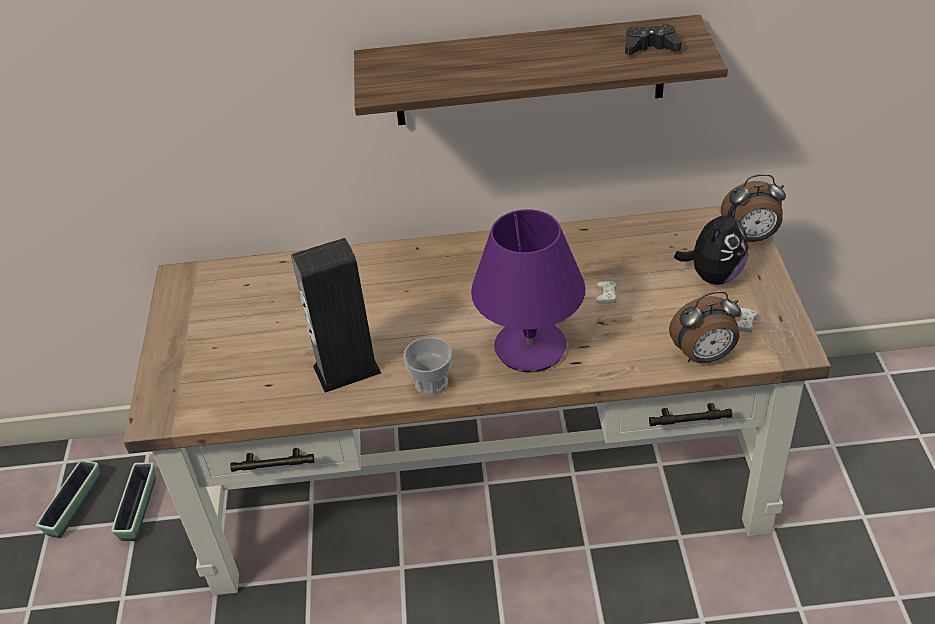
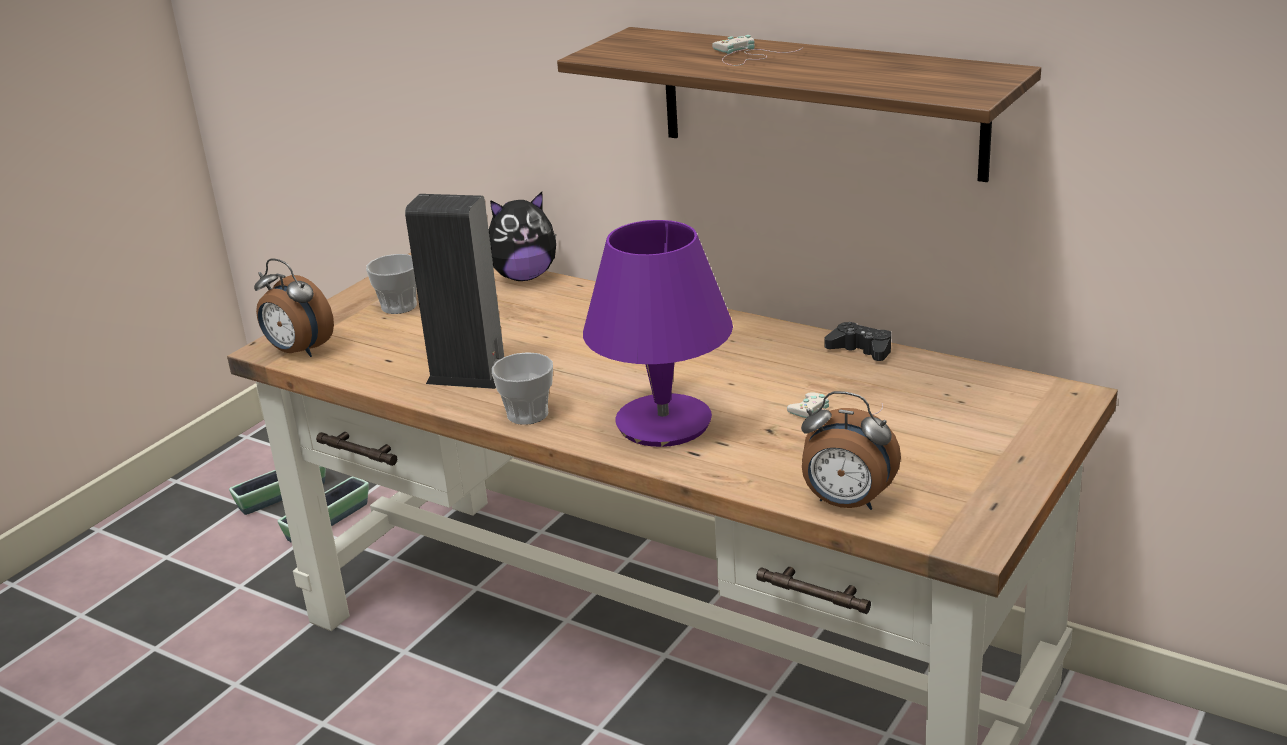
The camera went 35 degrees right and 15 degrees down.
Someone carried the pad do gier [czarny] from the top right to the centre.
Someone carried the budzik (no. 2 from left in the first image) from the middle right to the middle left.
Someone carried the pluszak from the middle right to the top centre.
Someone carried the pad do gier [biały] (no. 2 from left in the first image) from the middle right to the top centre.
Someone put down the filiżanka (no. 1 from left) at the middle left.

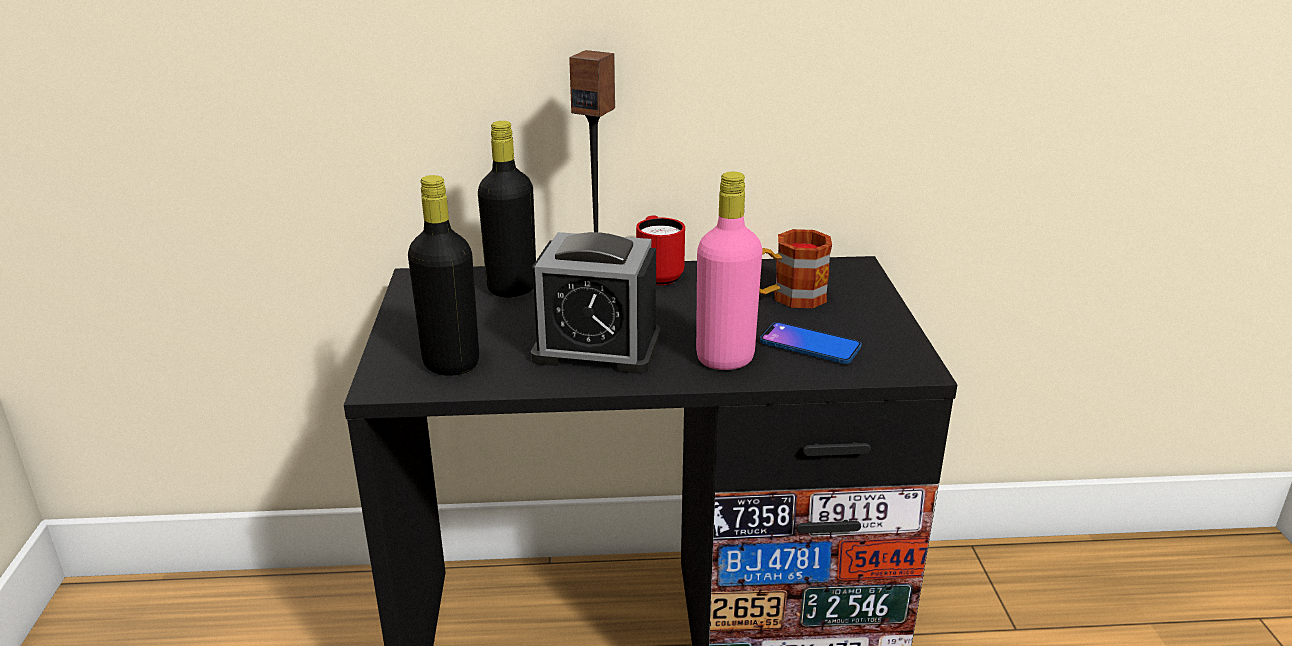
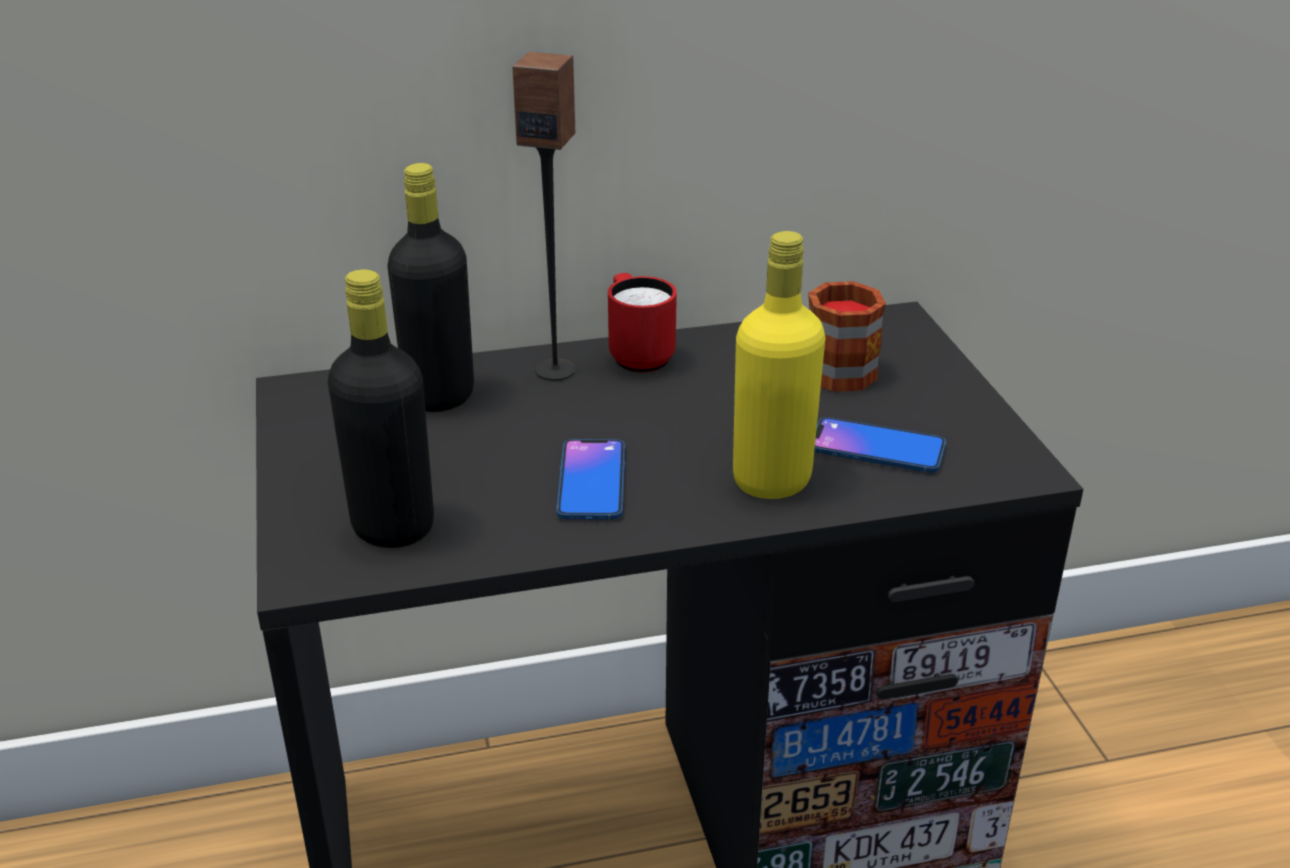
The camera went 10 degrees left and 5 degrees up.
Someone repainted the butelka [różowy] at the centre, which became the butelka [żółty] at the centre.
Someone swapped the budzik at the centre for the telefon (no. 1 from left) at the centre.

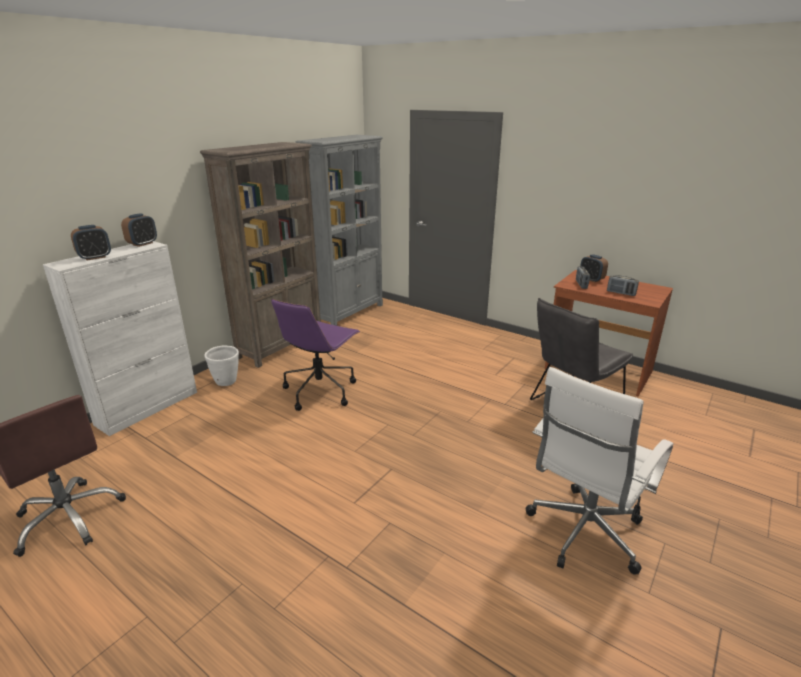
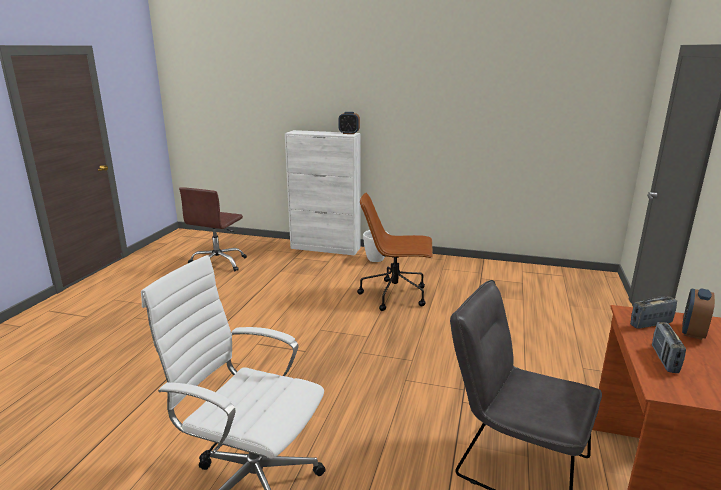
The camera went 70 degrees right and 5 degrees down.
Someone took away the regał [szary] at the centre.
Someone took away the regał [brązowy] at the middle left.
Someone took away the budzik (no. 1 from left) at the middle left.
Someone repainted the krzesło biurowe [fioletowy] at the centre, which became the krzesło biurowe [brązowy] (no. 2 from left) at the centre.

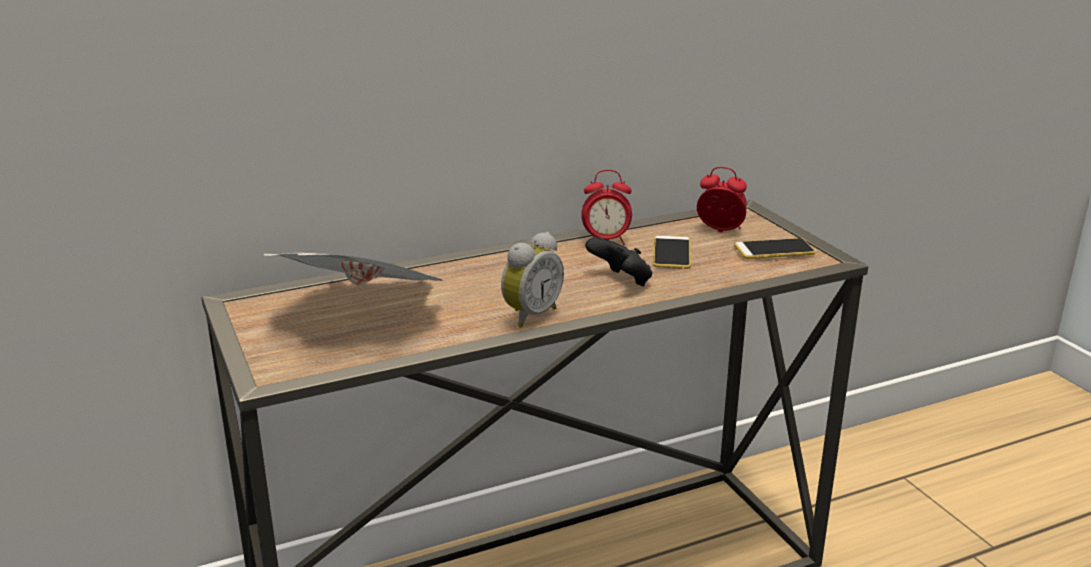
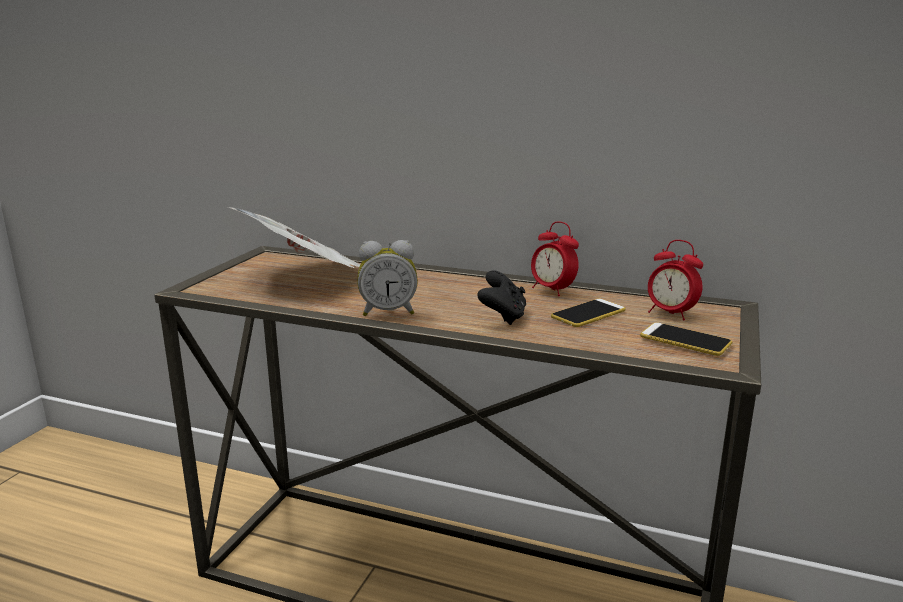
The camera went 45 degrees right and 5 degrees down.
Someone rotated the budzik (no. 3 from left) at the centre by 150 degrees clockwise.

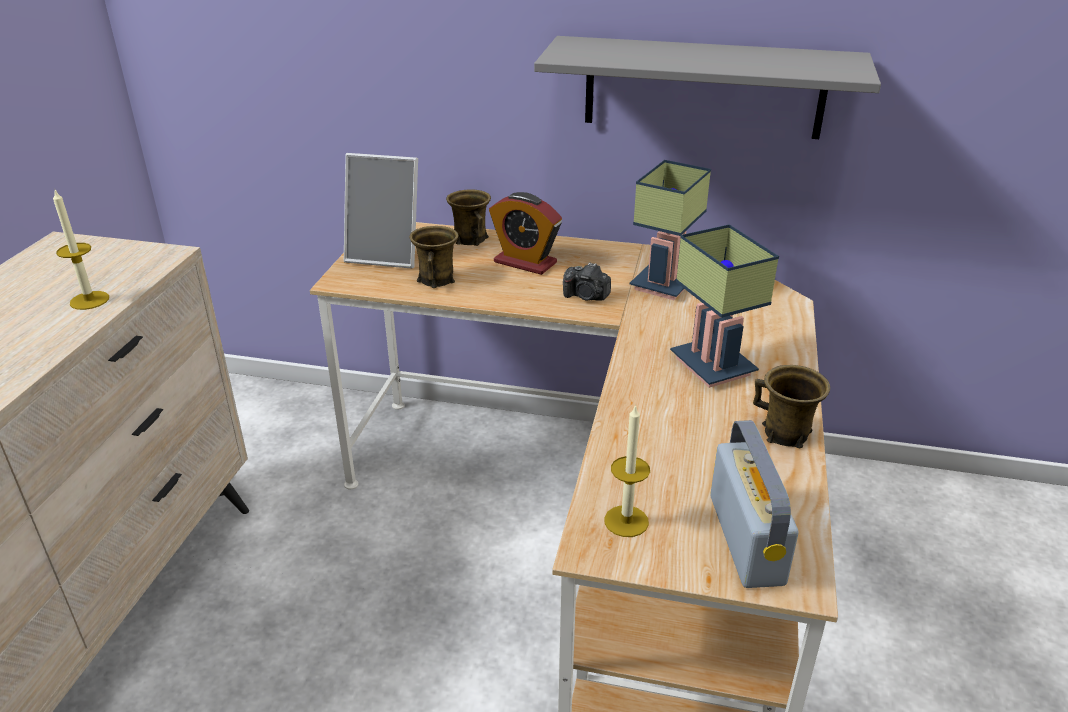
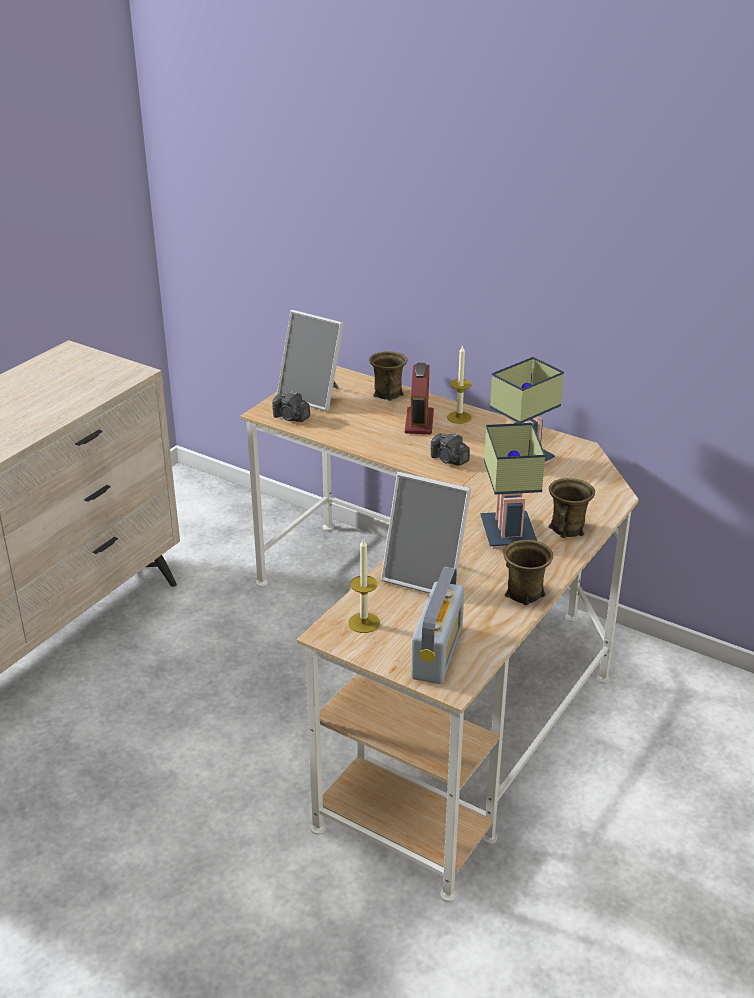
The camera went 20 degrees right and 0 degrees up.
Someone took away the półka [szary] at the top centre.
Someone carried the świeca (no. 1 from left in the first image) from the middle left to the centre.
Someone rotated the budzik at the top centre by 135 degrees counterclockwise.
Someone carried the kubek [brązowy] (no. 1 from left in the first image) from the centre to the middle right.
Someone put down the aparat fotograficzny (no. 1 from left) at the centre.
Someone put down the ramka na zdjęcie (no. 2 from left) at the centre.

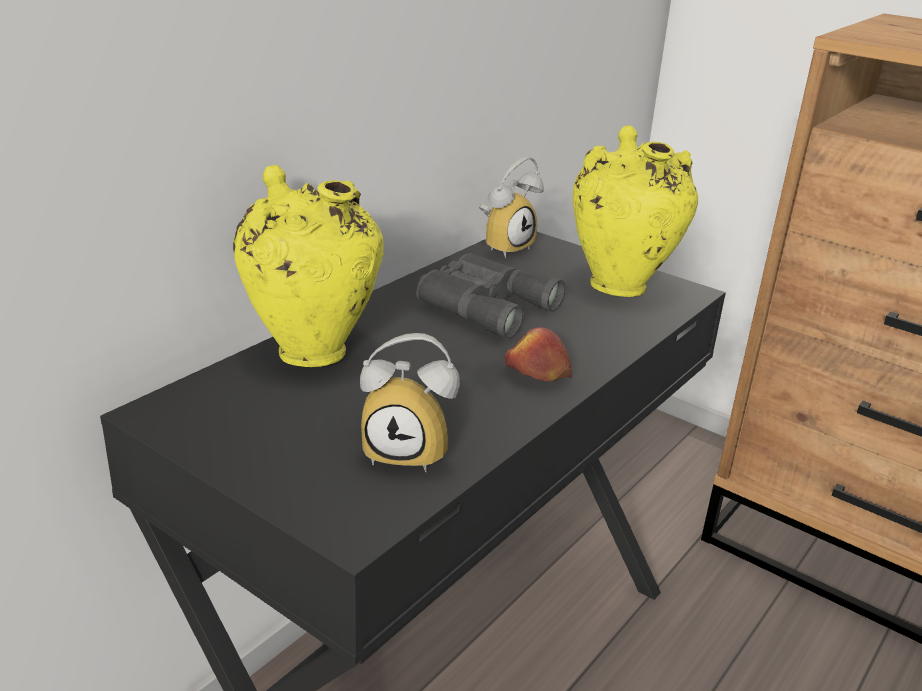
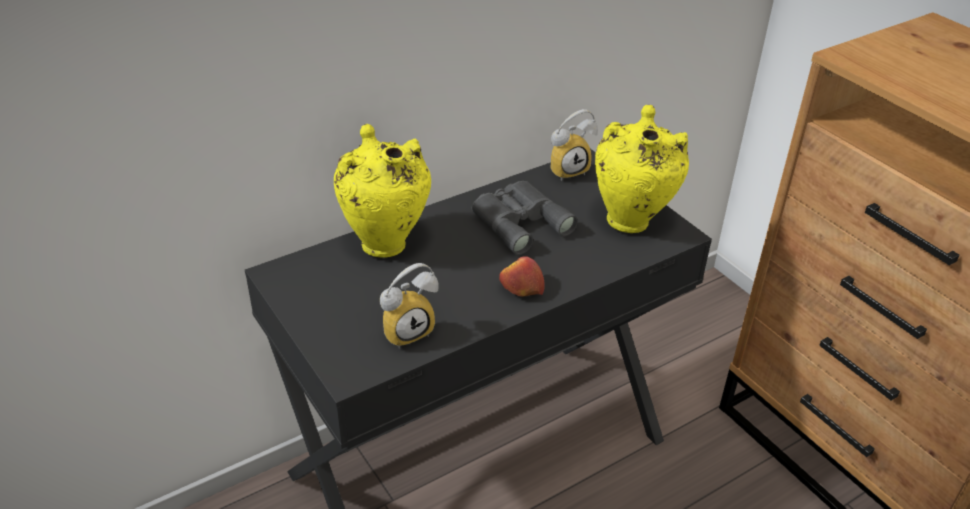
The camera went 20 degrees right and 10 degrees up.
Someone rotated the budzik (no. 1 from left) at the centre by 60 degrees counterclockwise.

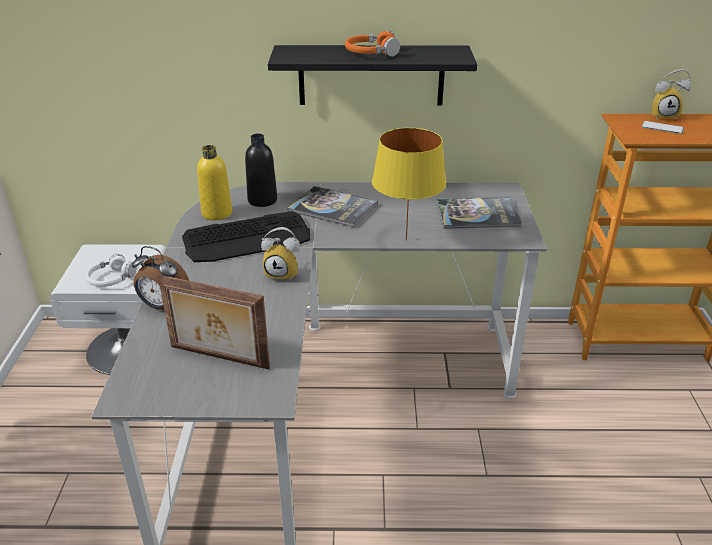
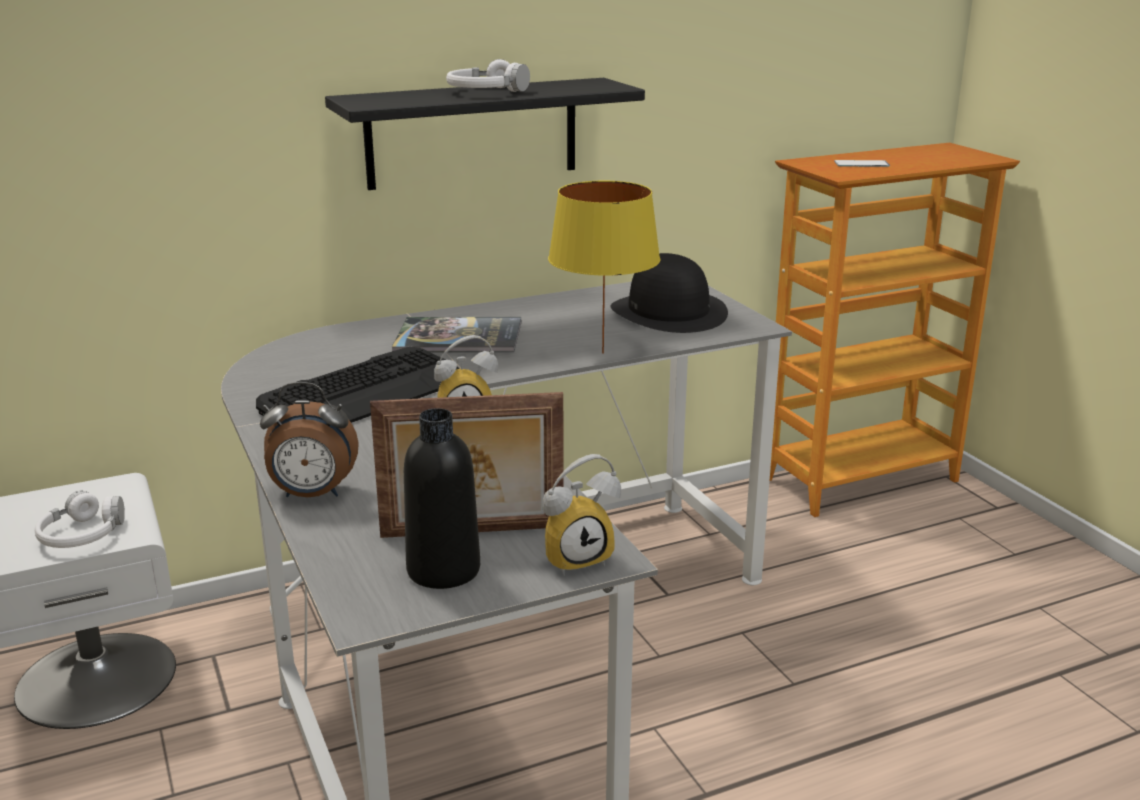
The camera went 25 degrees left and 10 degrees down.
Someone repainted the słuchawki [pomarańczowy] at the top centre, which became the słuchawki [biały] (no. 2 from left) at the top centre.
Someone carried the budzik (no. 3 from left) from the top right to the centre.
Someone carried the butelka [czarny] from the top centre to the centre.
Someone took away the butelka [żółty] at the middle left.
Someone swapped the książka (no. 2 from left) at the middle right for the kapelusz [czarny] at the centre.

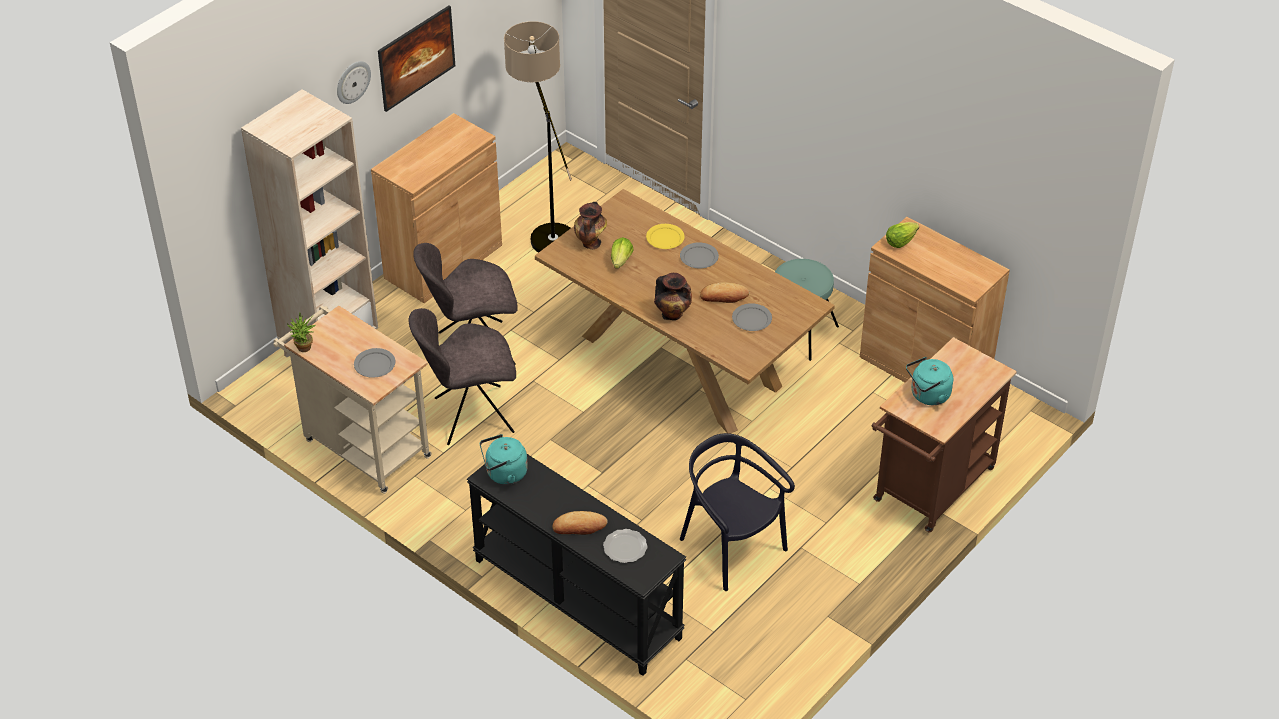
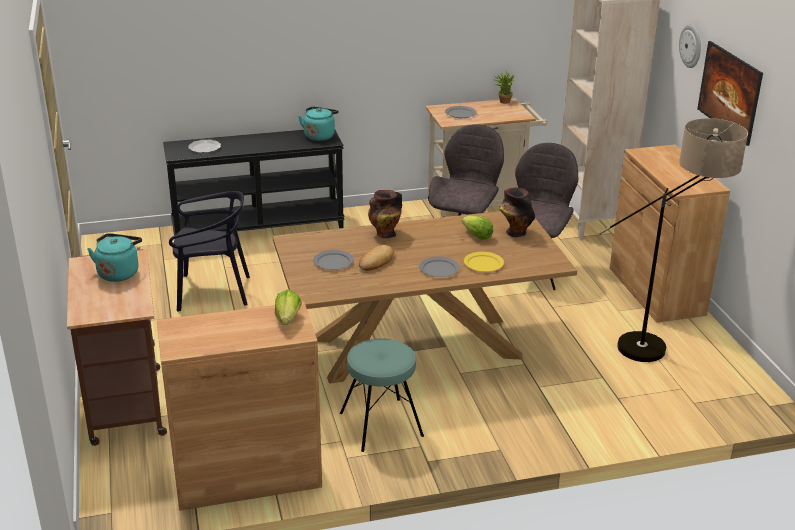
The camera went 125 degrees right and 15 degrees down.
Someone took away the chleb (no. 1 from left) at the bottom centre.

